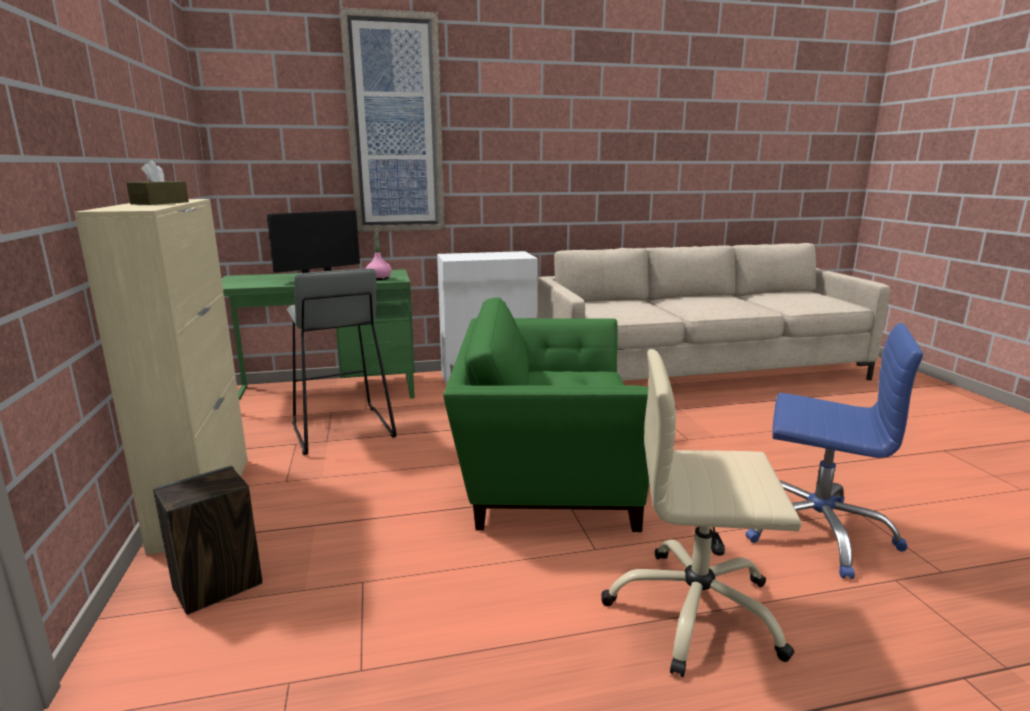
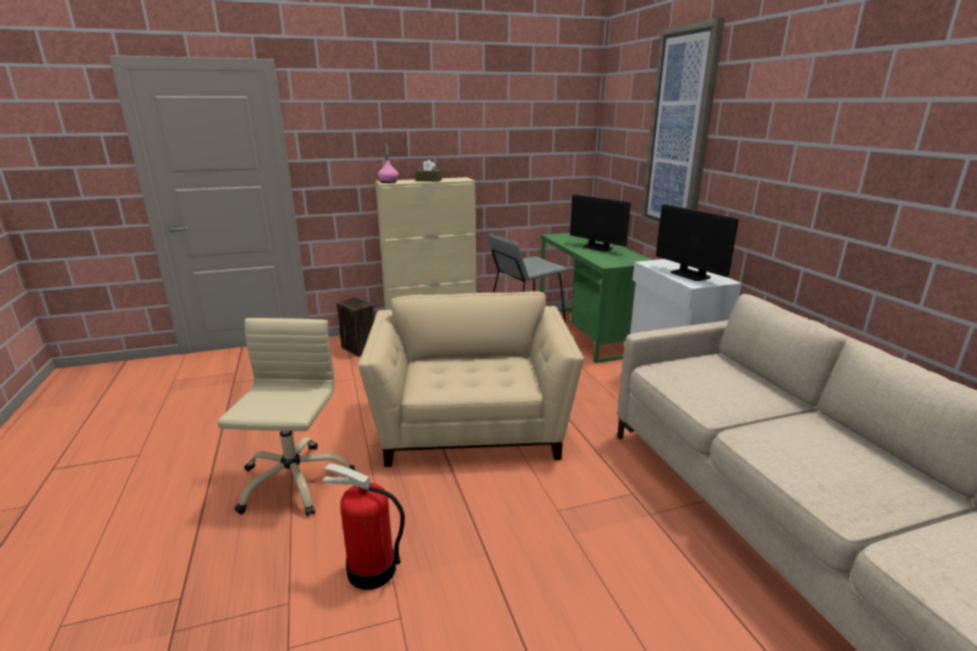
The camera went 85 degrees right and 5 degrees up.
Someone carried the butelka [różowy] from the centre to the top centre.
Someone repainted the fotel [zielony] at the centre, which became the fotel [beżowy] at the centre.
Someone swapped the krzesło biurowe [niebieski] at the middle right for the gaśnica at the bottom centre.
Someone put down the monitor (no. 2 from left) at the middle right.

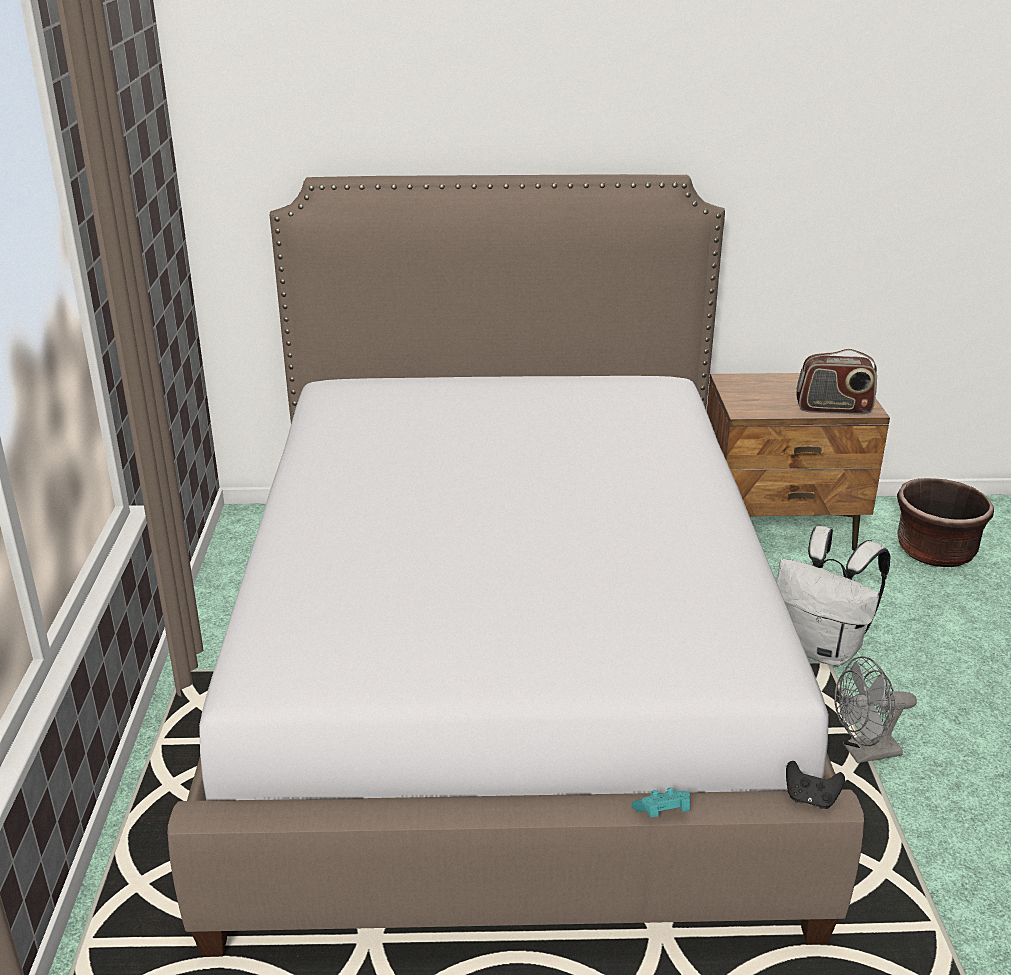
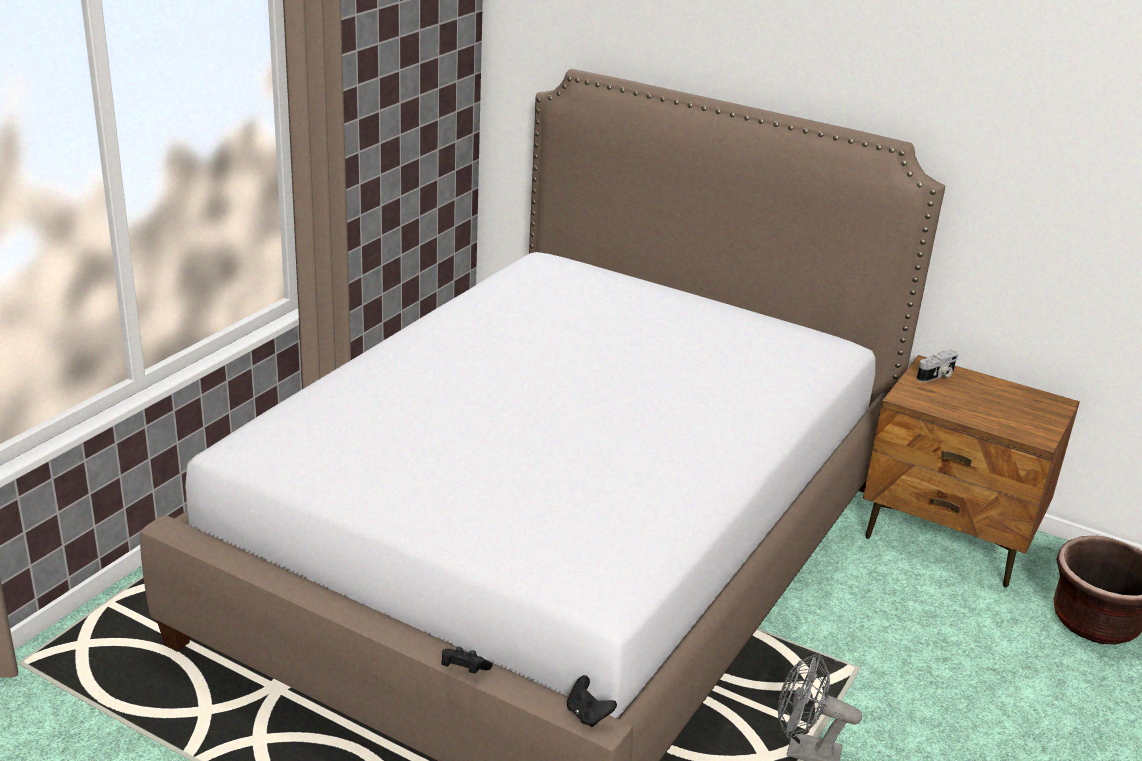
The camera went 30 degrees right and 0 degrees up.
Someone took away the radio at the middle right.
Someone took away the plecak [biały] at the middle right.
Someone repainted the pad do gier [turkusowy] at the bottom centre, which became the pad do gier [czarny] (no. 1 from left) at the bottom centre.
Someone put down the aparat fotograficzny at the middle right.

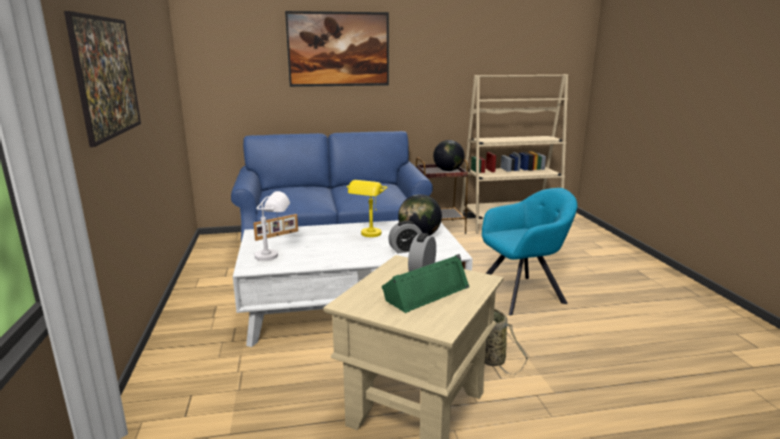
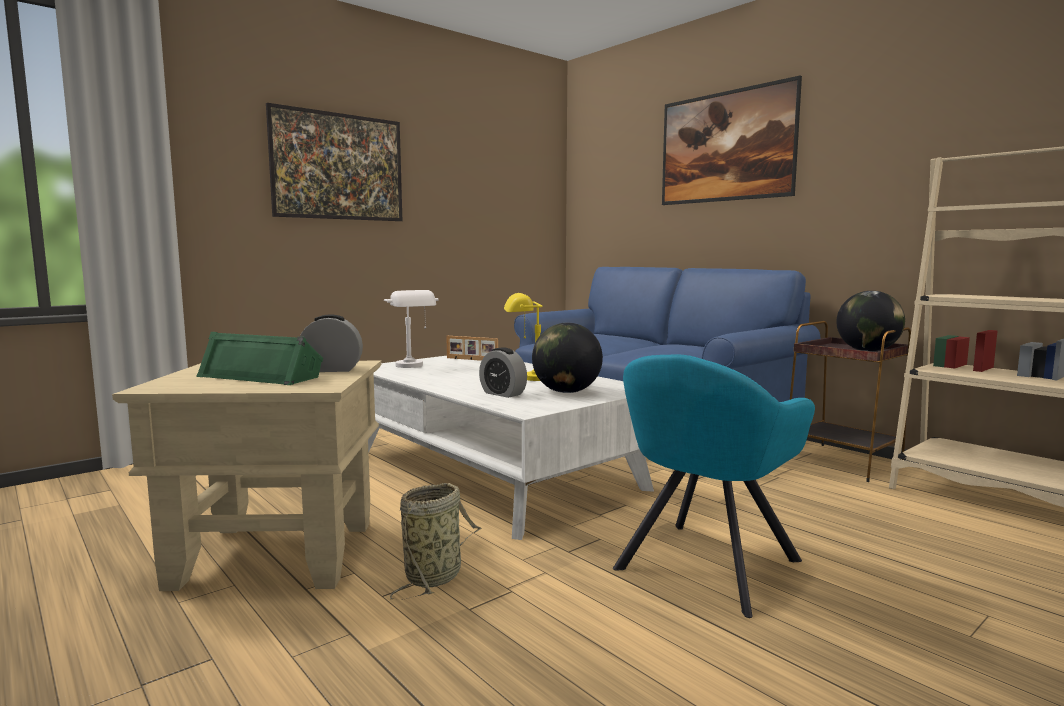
The camera went 60 degrees right and 10 degrees down.
Someone rotated the fotel [turkusowy] at the middle right by 90 degrees clockwise.

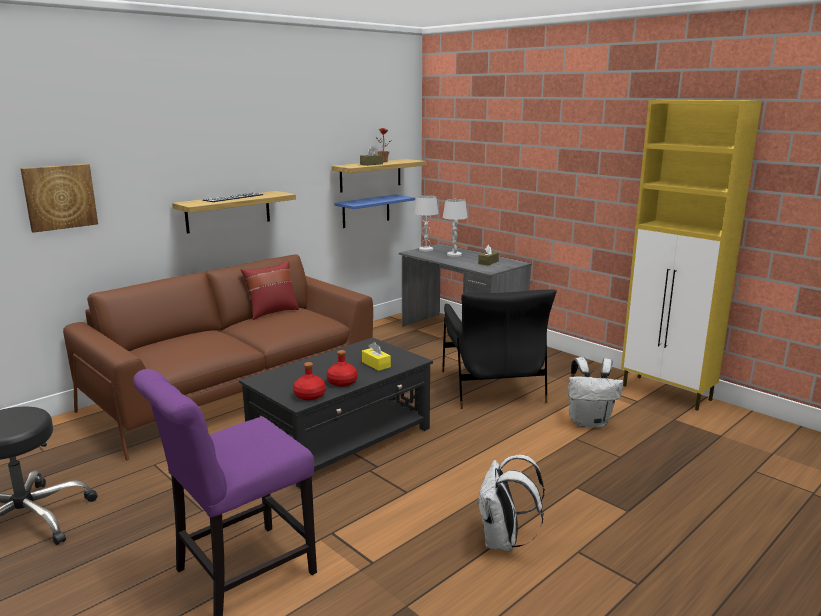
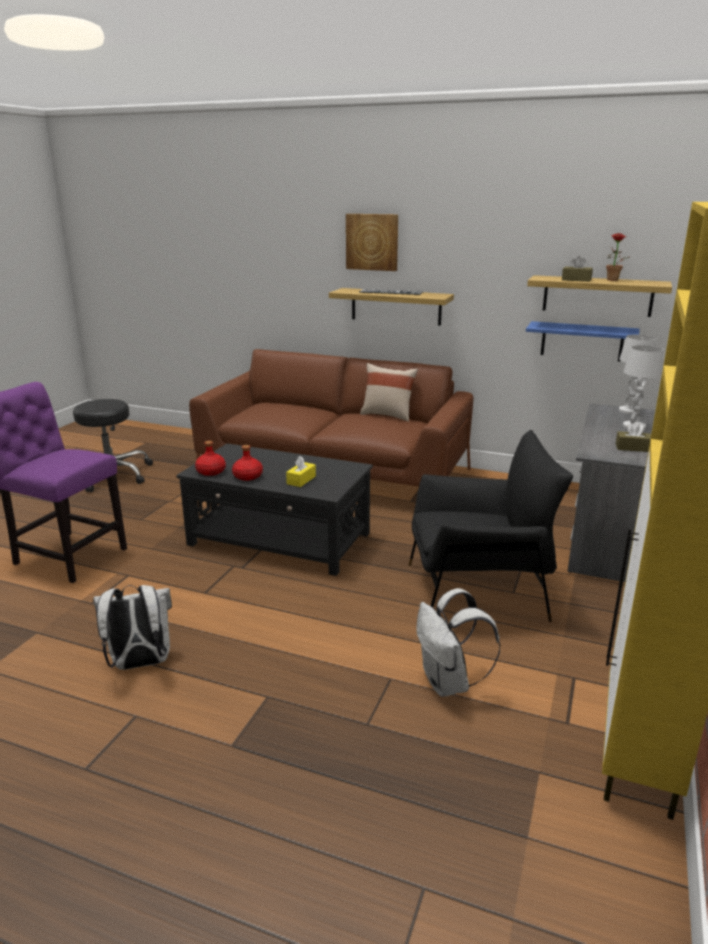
The camera went 65 degrees right and 5 degrees up.
Someone carried the obraz from the top left to the top centre.
Someone repainted the poduszka [czerwony] at the middle left, which became the poduszka [beżowy] at the centre.
Someone rotated the fotel [czarny] at the centre by 150 degrees counterclockwise.

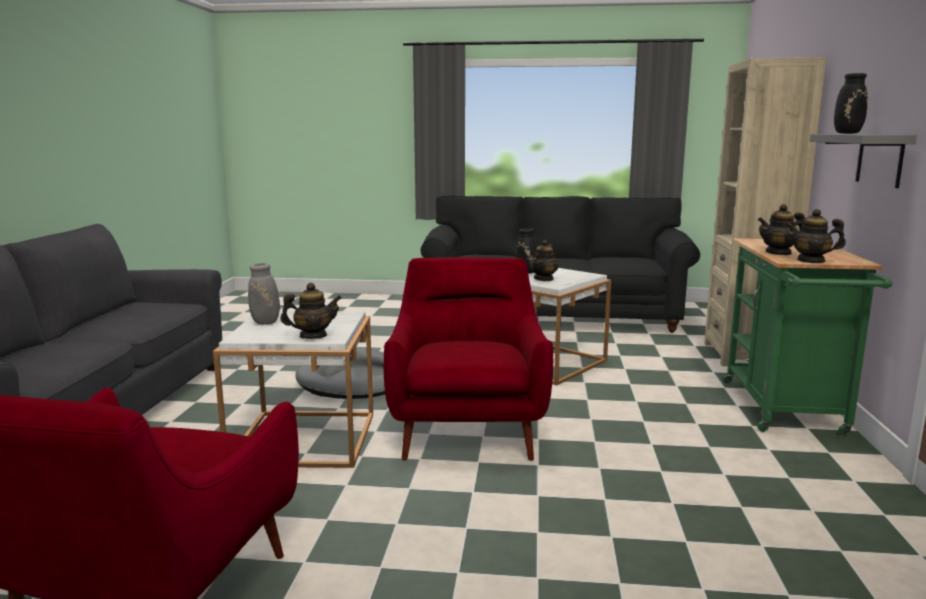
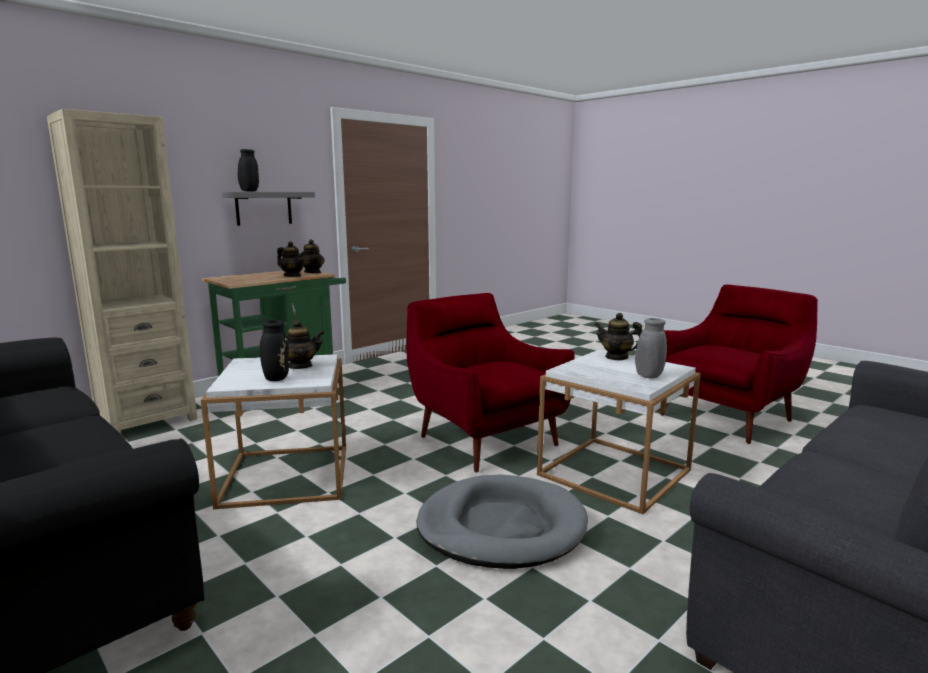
The camera went 140 degrees left and 0 degrees up.
Someone rotated the fotel [czerwony] (no. 2 from left in the first image) at the centre by 105 degrees clockwise.

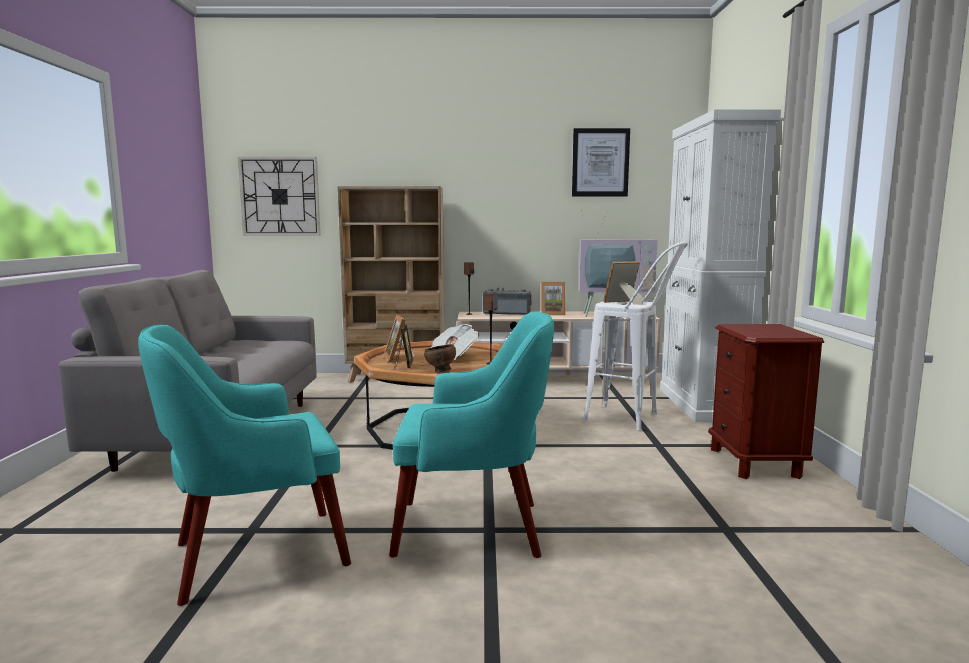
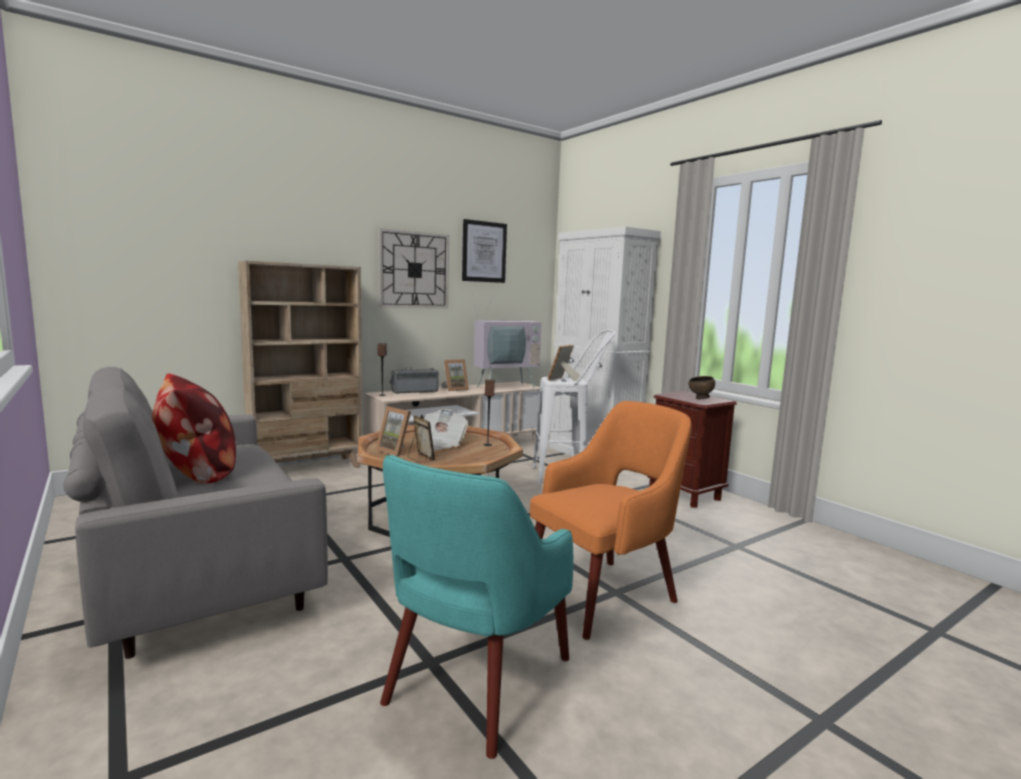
The camera went 35 degrees left and 0 degrees up.
Someone carried the zegar ścienny from the top left to the centre.
Someone repainted the fotel [turkusowy] (no. 2 from left) at the centre, which became the fotel [pomarańczowy] at the bottom centre.
Someone carried the miska [brązowy] from the centre to the middle right.
Someone put down the poduszka at the middle left.

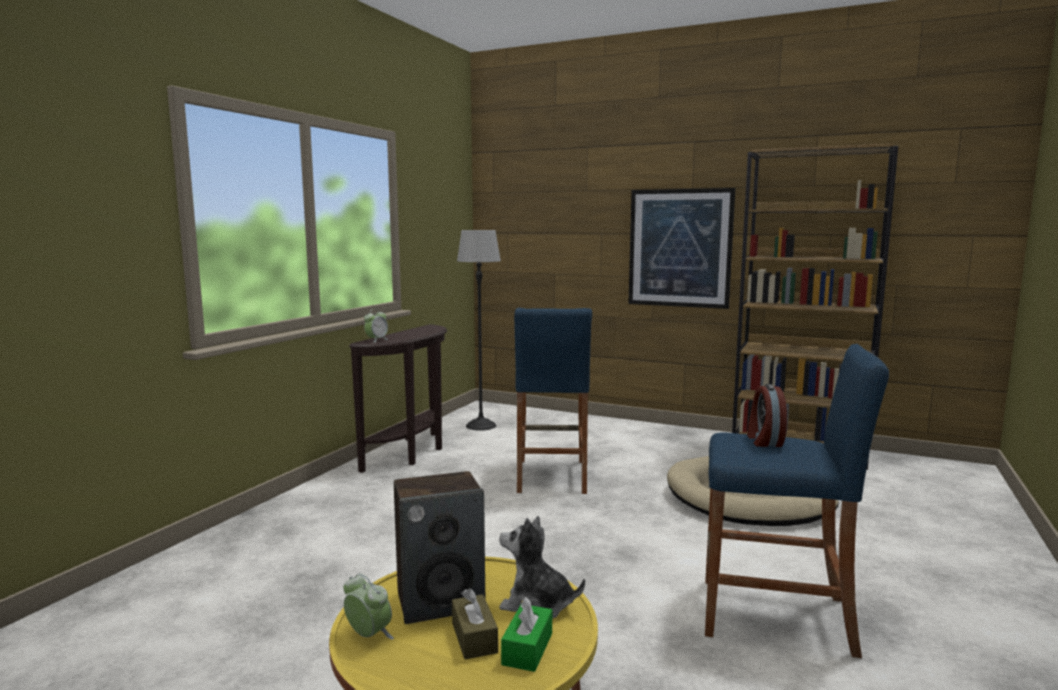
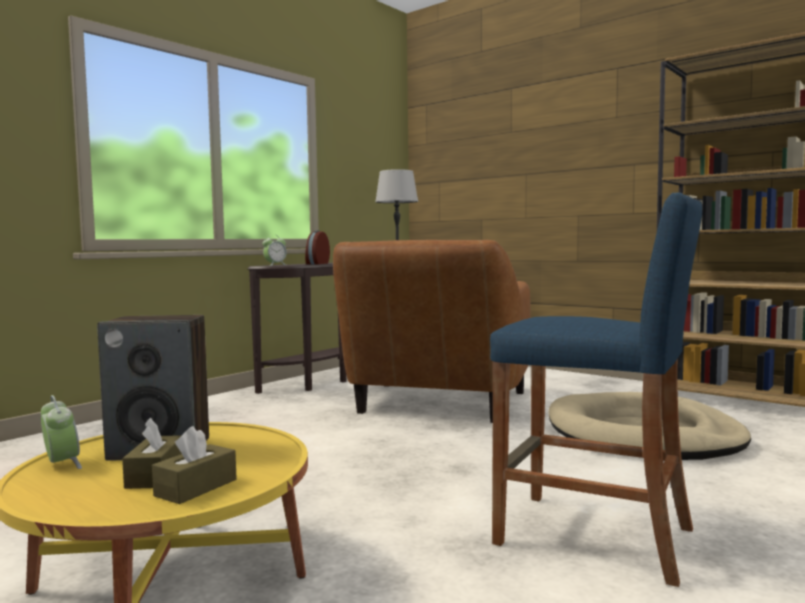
The camera went 15 degrees right and 5 degrees down.
Someone took away the obraz at the centre.
Someone swapped the stołek [niebieski] (no. 1 from left) at the centre for the fotel [brązowy] at the centre.
Someone carried the budzik (no. 3 from left) from the middle right to the centre.
Someone took away the pluszak at the bottom centre.
Someone repainted the pudełko chusteczek [zielony] at the bottom centre, which became the pudełko chusteczek [brązowy] (no. 2 from left) at the bottom left.

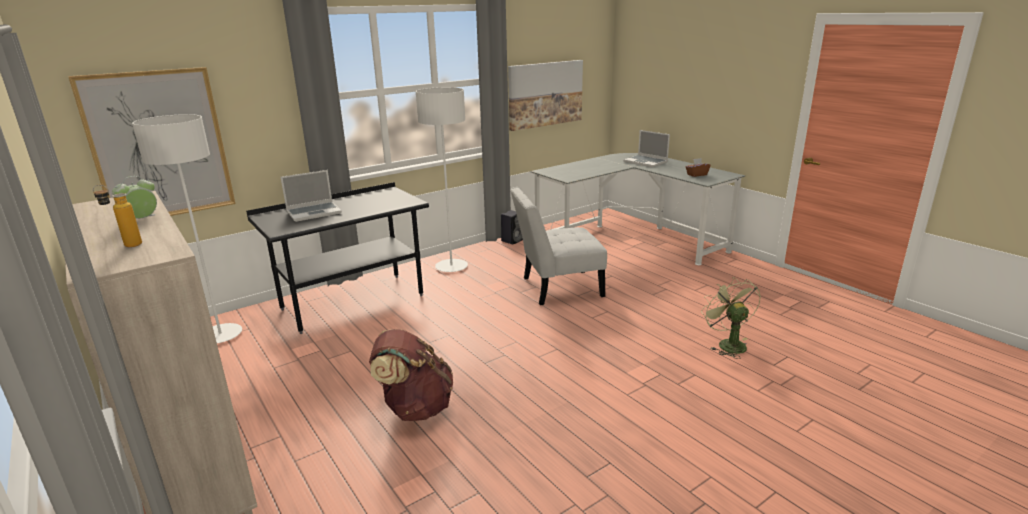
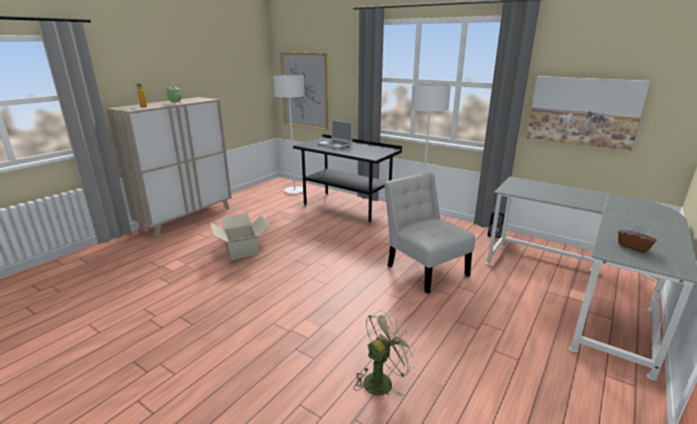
The camera went 70 degrees right and 0 degrees up.
Someone took away the laptop (no. 2 from left) at the top centre.
Someone swapped the plecak [brązowy] at the bottom centre for the karton at the centre.

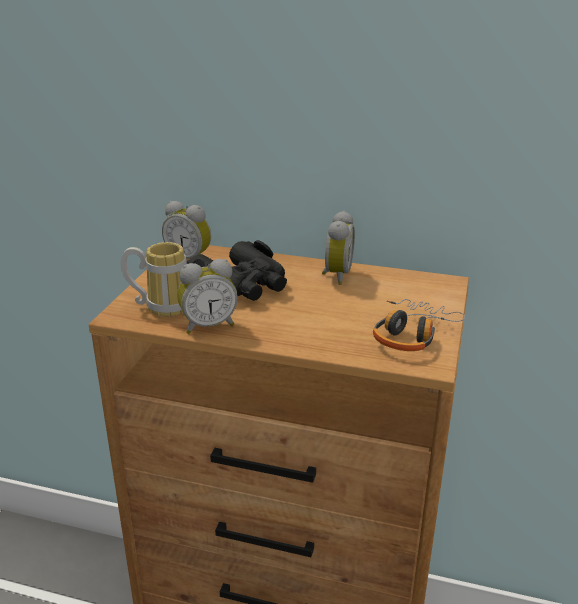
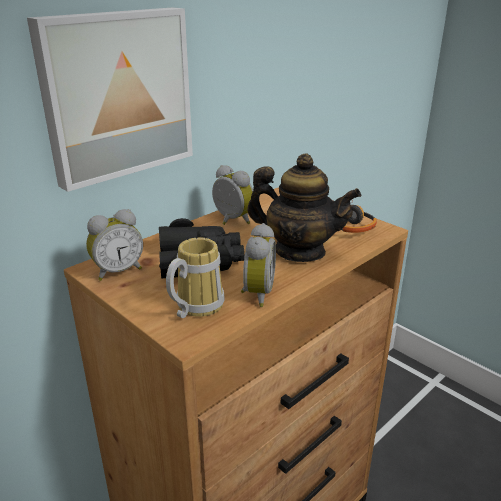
The camera went 60 degrees left and 0 degrees up.
Someone put up the obraz at the top left.
Someone put down the imbryk at the centre.

